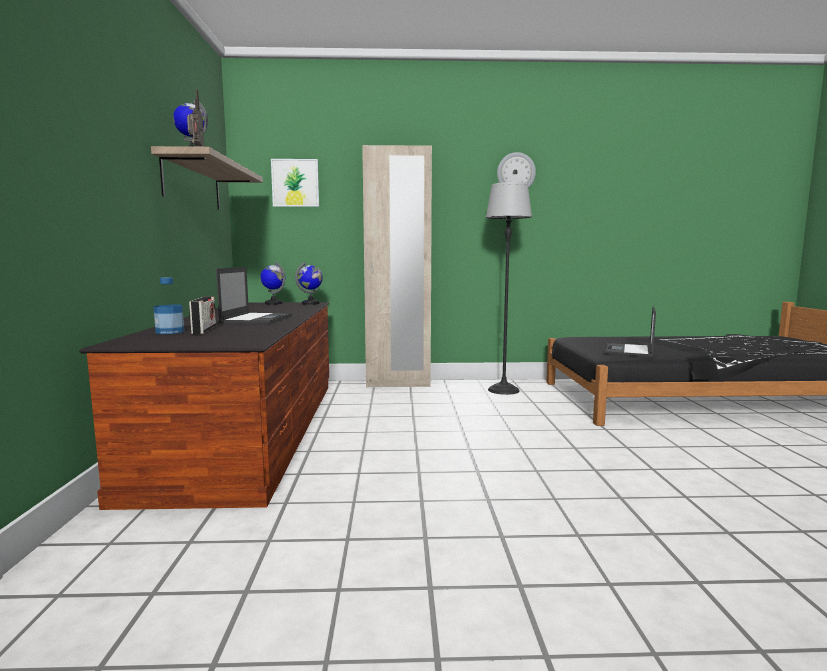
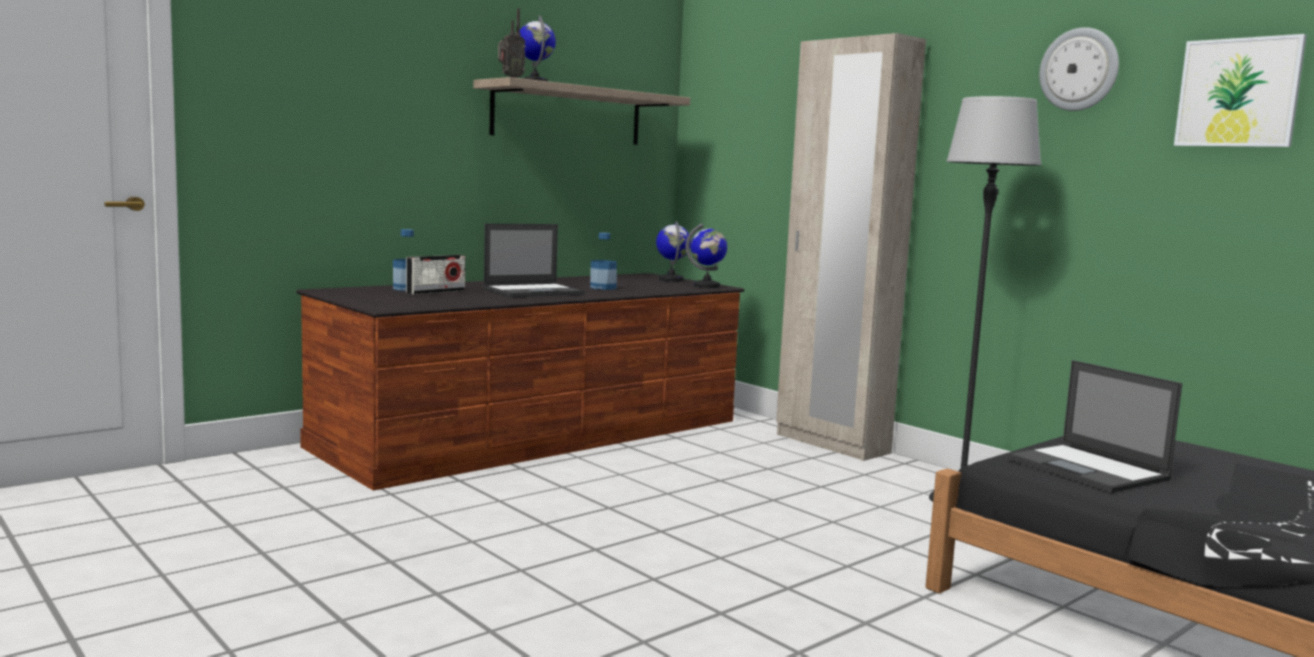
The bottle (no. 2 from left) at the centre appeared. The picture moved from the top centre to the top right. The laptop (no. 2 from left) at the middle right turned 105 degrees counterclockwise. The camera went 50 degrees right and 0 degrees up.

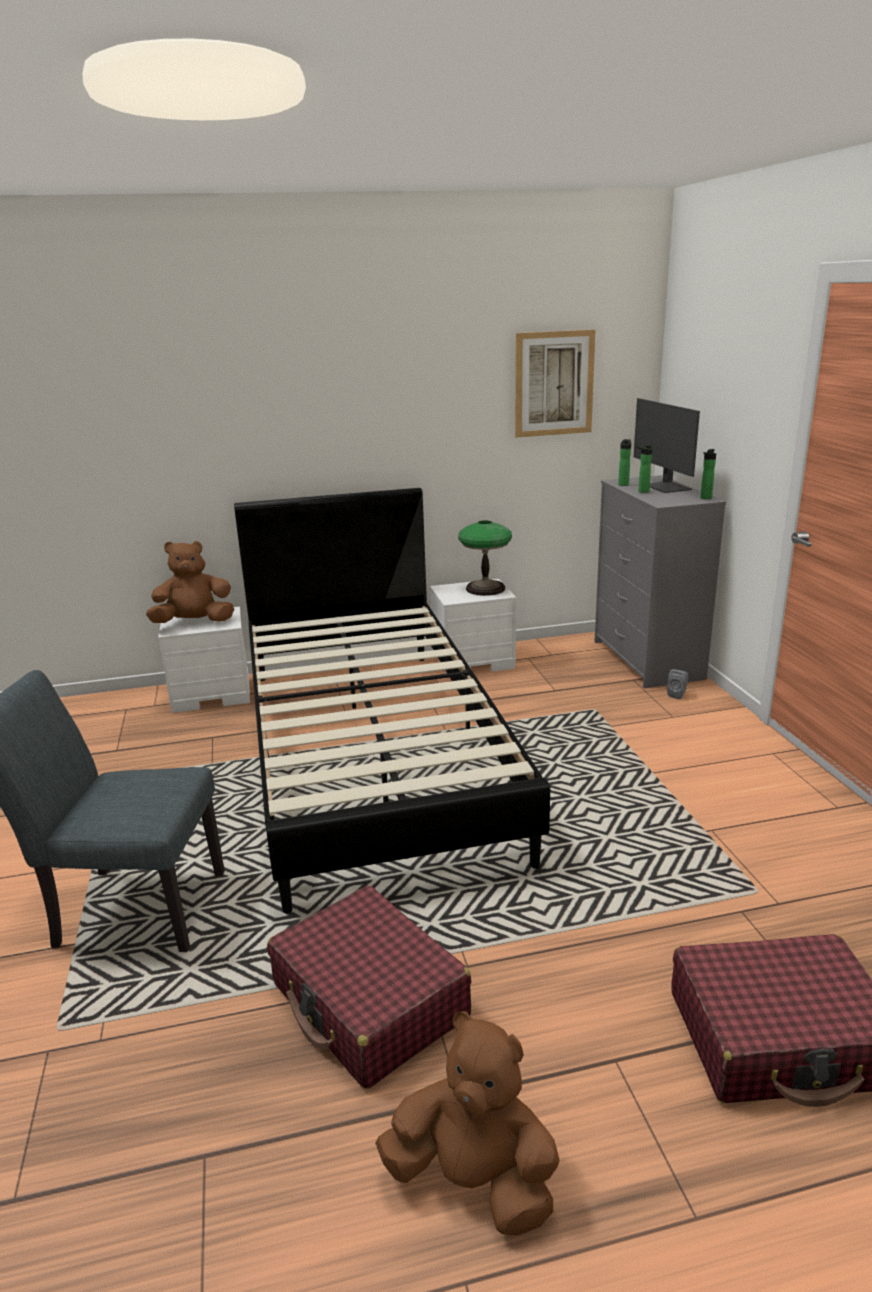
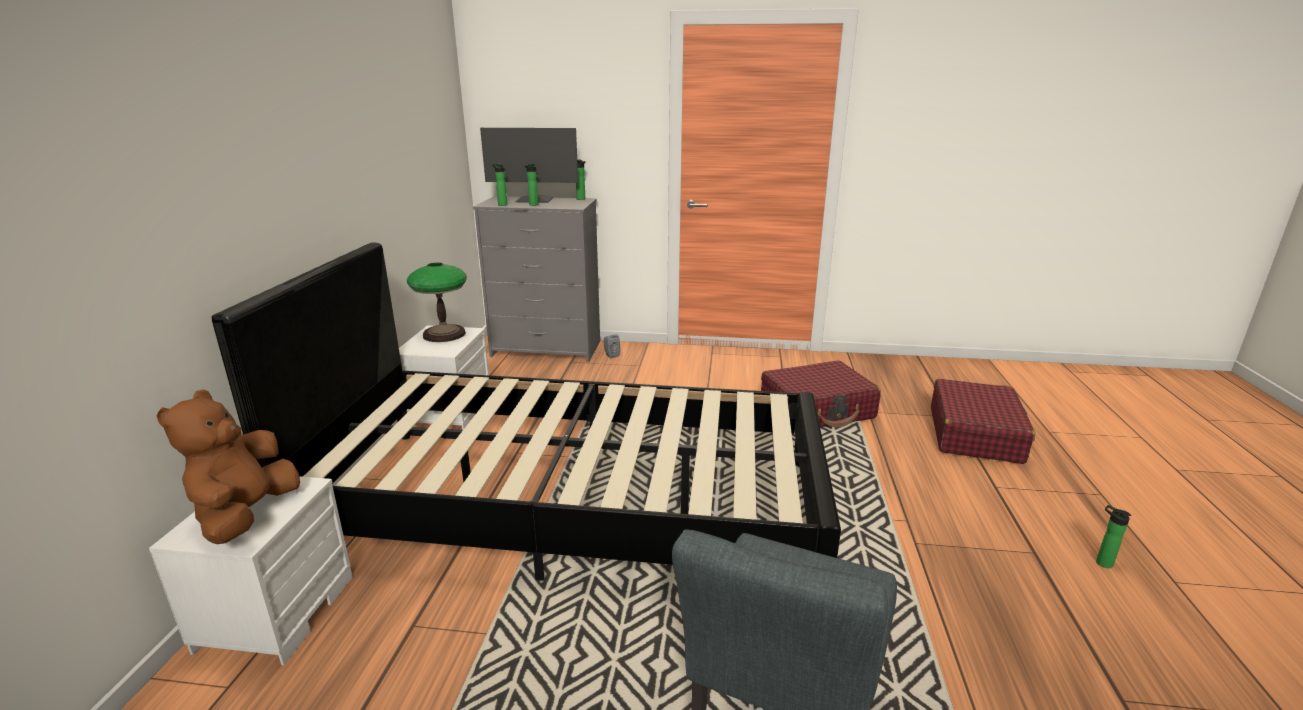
The picture at the top centre disappeared. The suitcase in red (no. 1 from left) moved from the bottom centre to the centre. The plush toy in brown (no. 2 from left) at the bottom centre was replaced by the bottle (no. 4 from left) at the bottom right. The camera went 70 degrees left and 0 degrees up.

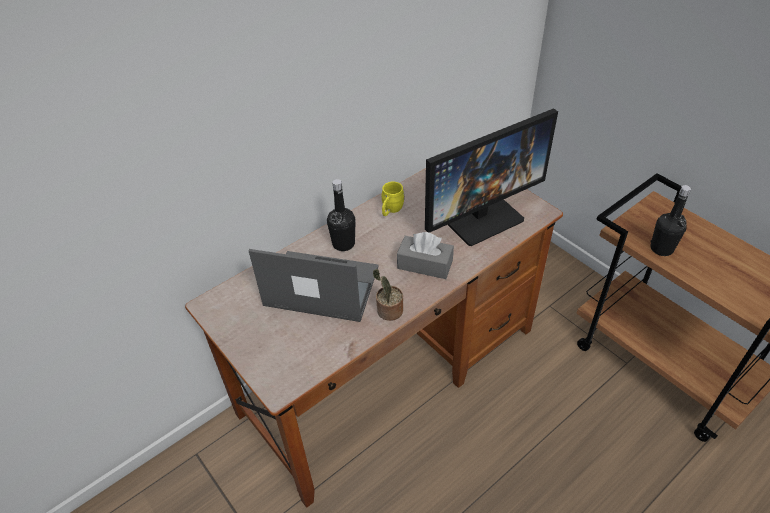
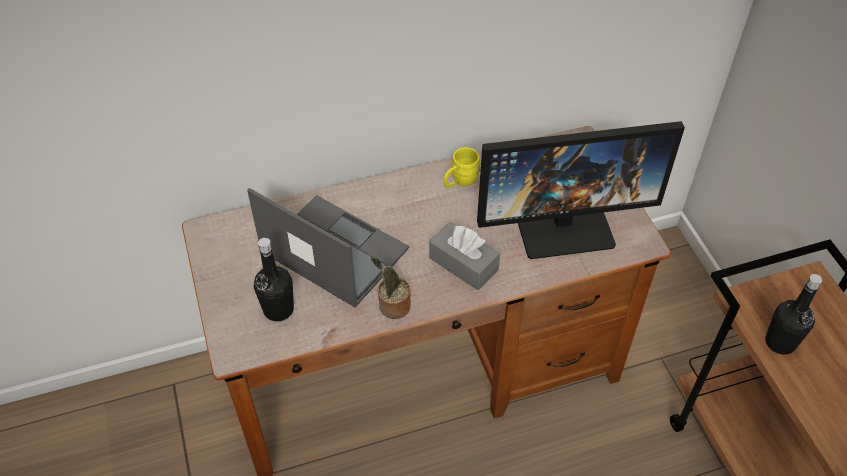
The bottle in black (no. 1 from left) moved from the centre to the middle left. The camera went 20 degrees right and 5 degrees up.

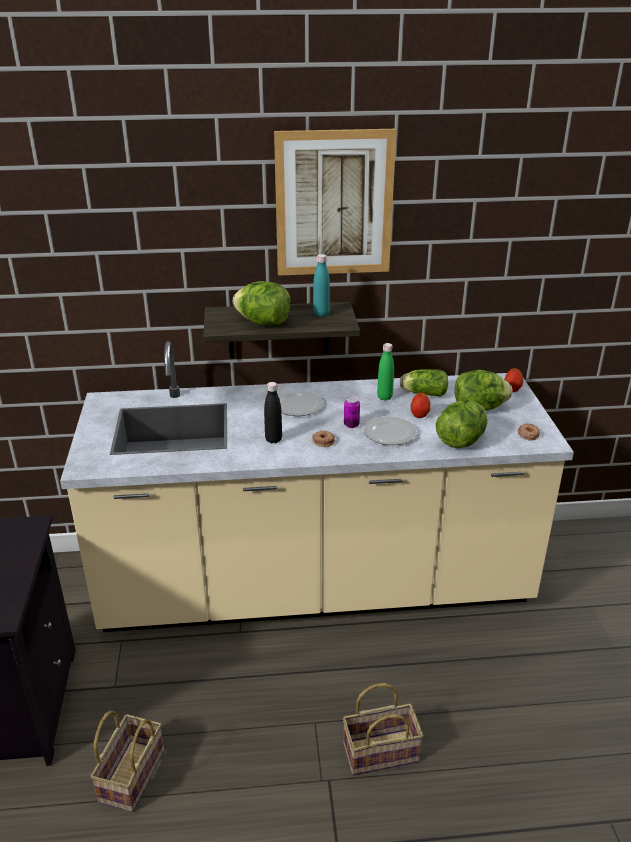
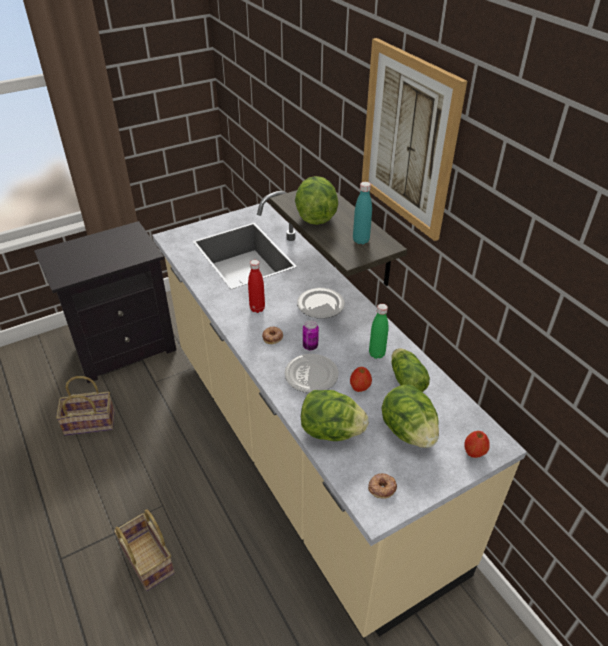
The bottle in black at the centre became the bottle in red at the centre. The camera went 65 degrees right and 10 degrees up.

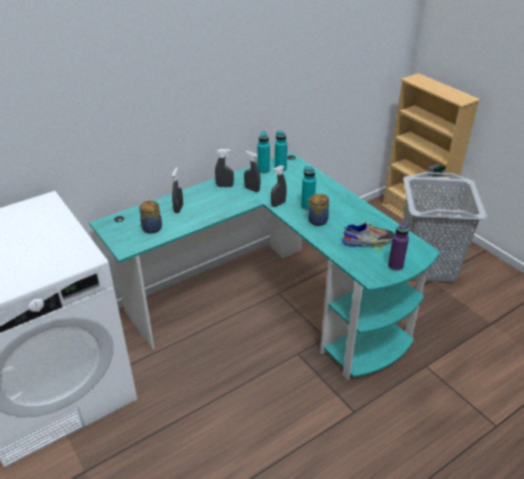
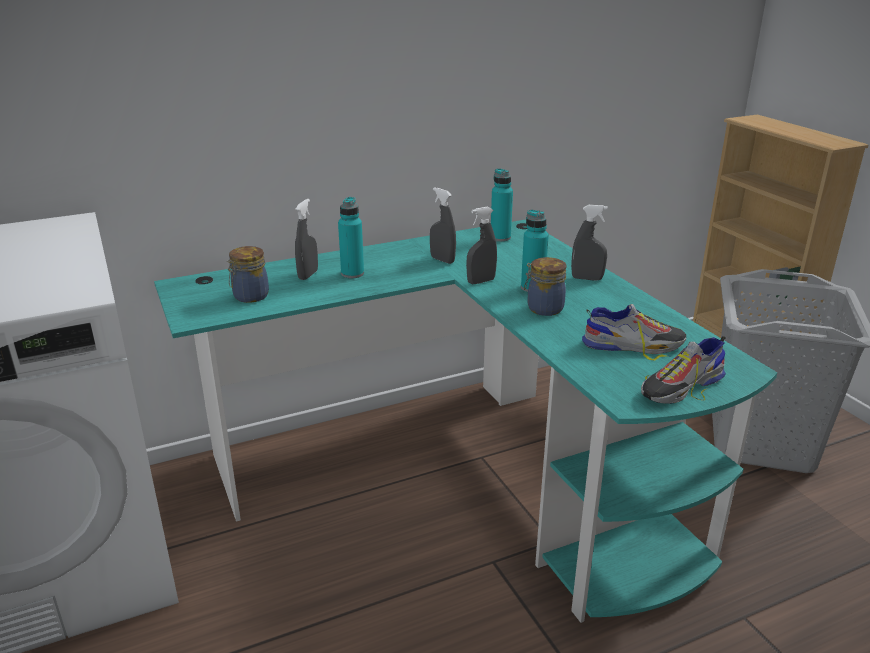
The spray bottle in grey (no. 2 from left in the first image) moved from the centre to the middle right. The bottle in turquoise (no. 1 from left) moved from the top centre to the centre. The bottle in purple at the middle right was replaced by the shoe (no. 2 from left) at the middle right. The camera went 10 degrees right and 10 degrees down.

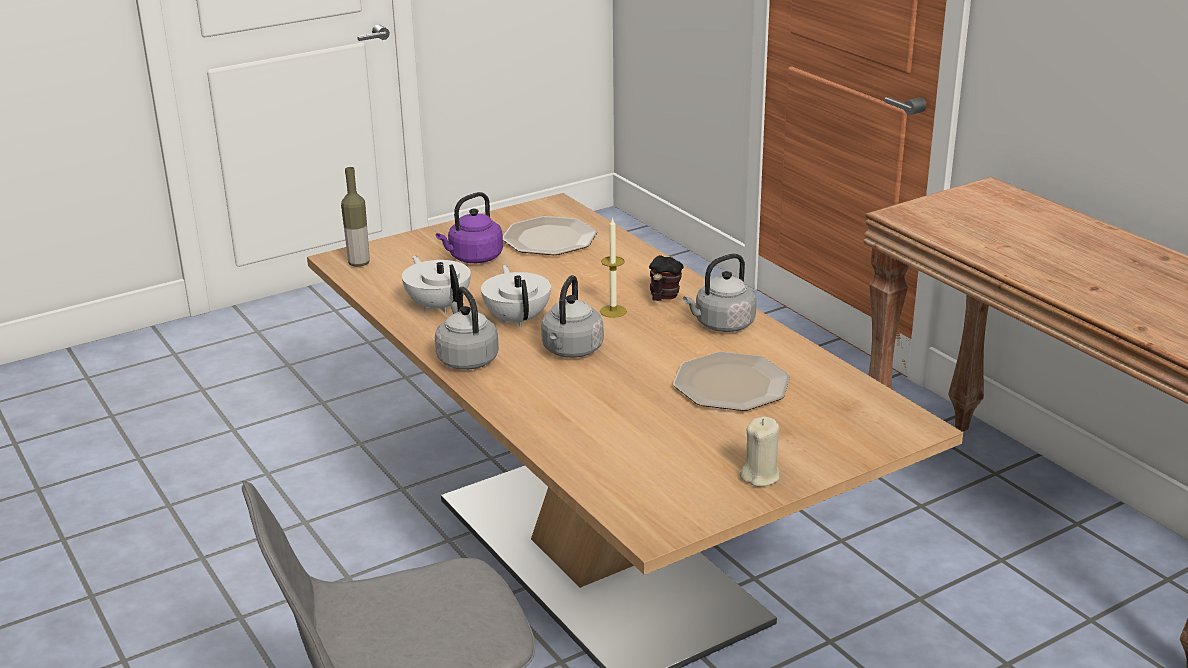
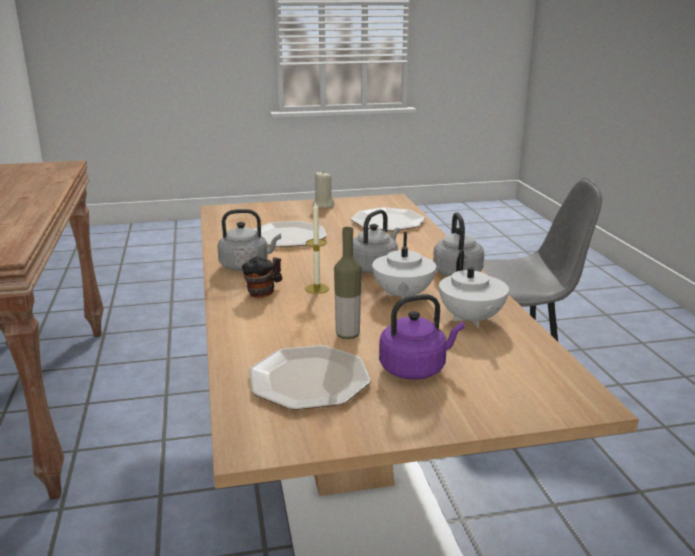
The plate (no. 3 from left) at the centre appeared. The bottle moved from the top left to the centre. The camera went 160 degrees left and 5 degrees down.

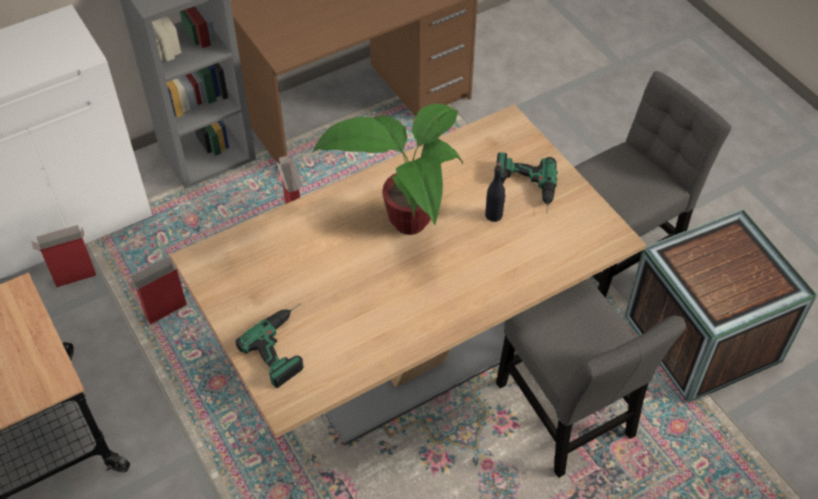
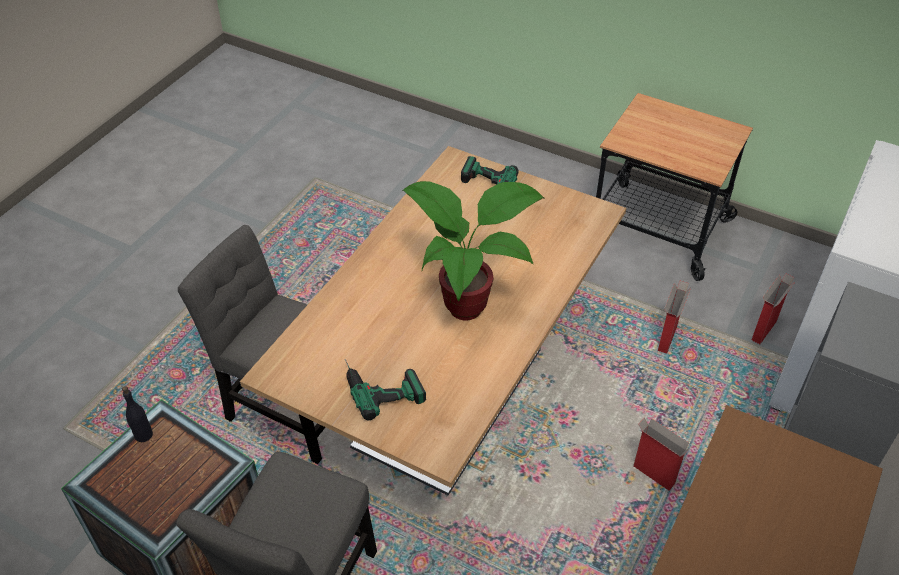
The bottle in black moved from the centre to the bottom left. The camera went 150 degrees right and 5 degrees down.

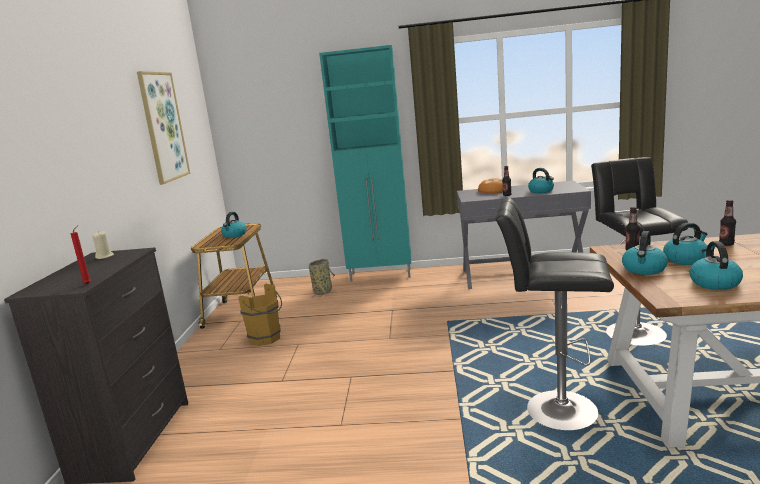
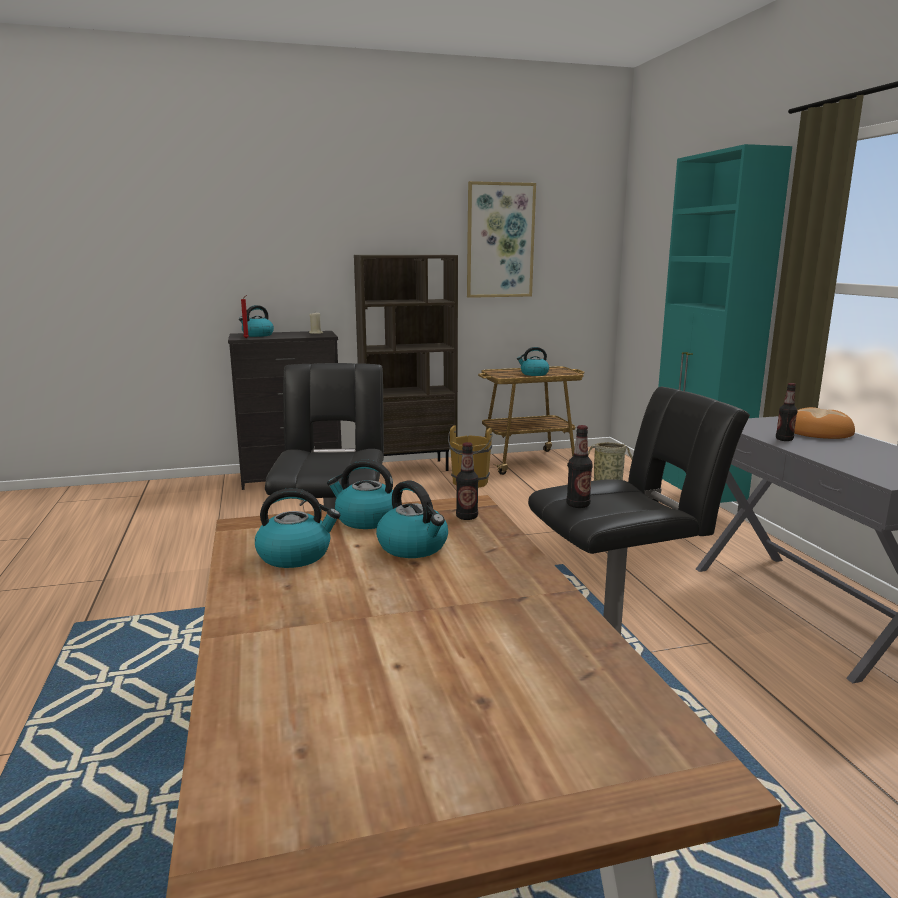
The bookcase in brown at the centre appeared. The kettle (no. 2 from left in the first image) moved from the middle right to the middle left. The bottle (no. 3 from left in the first image) moved from the middle right to the centre. The camera went 70 degrees right and 0 degrees up.

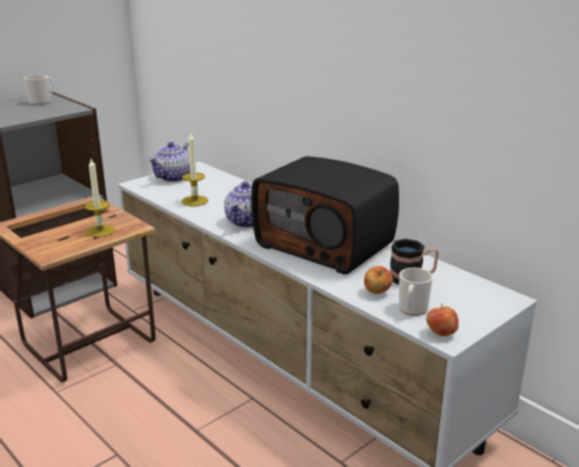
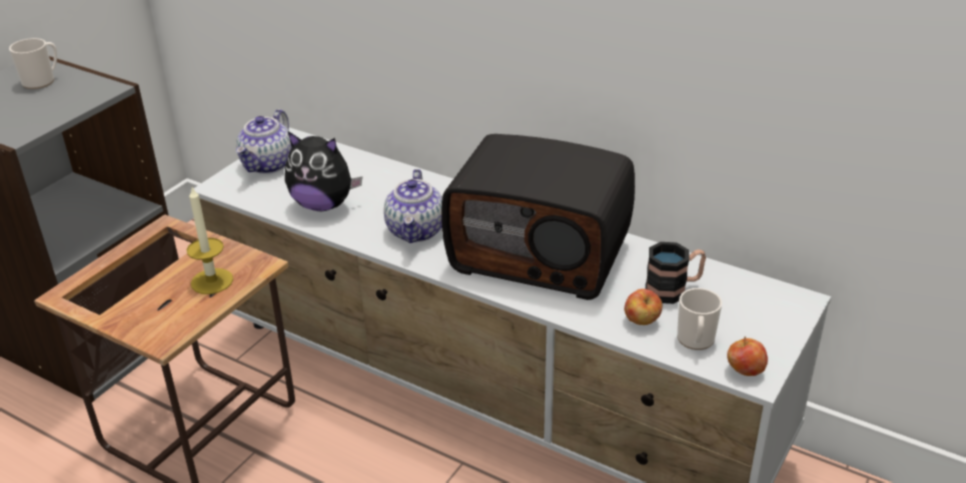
The candle (no. 2 from left) at the centre was replaced by the plush toy at the centre. The camera went 15 degrees left and 10 degrees up.

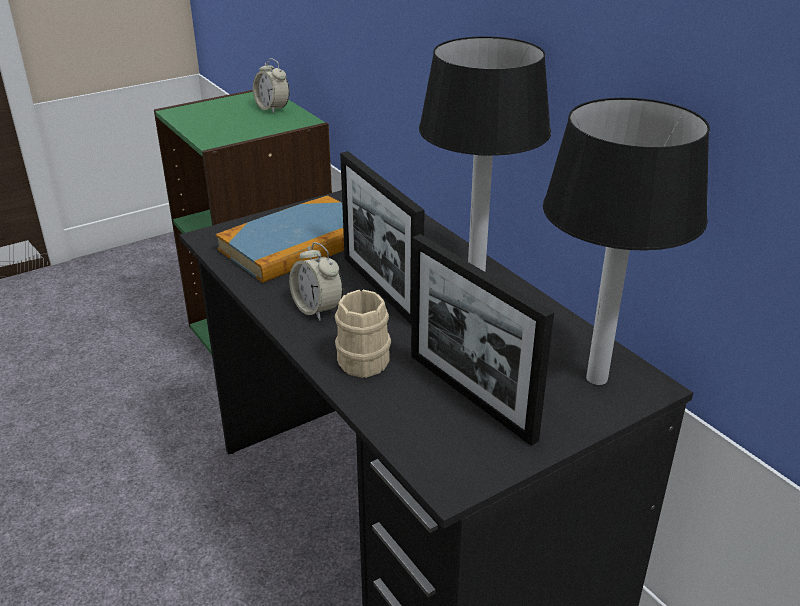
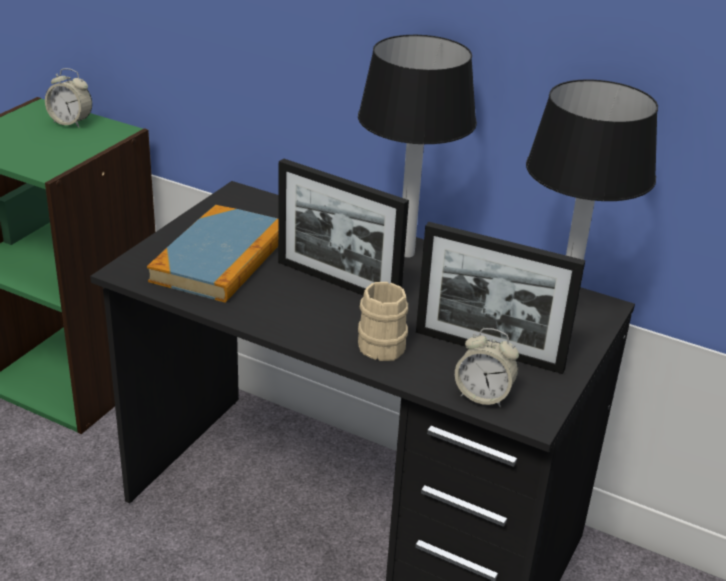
The alarm clock (no. 2 from left) moved from the centre to the middle right. The camera went 30 degrees left and 0 degrees up.

